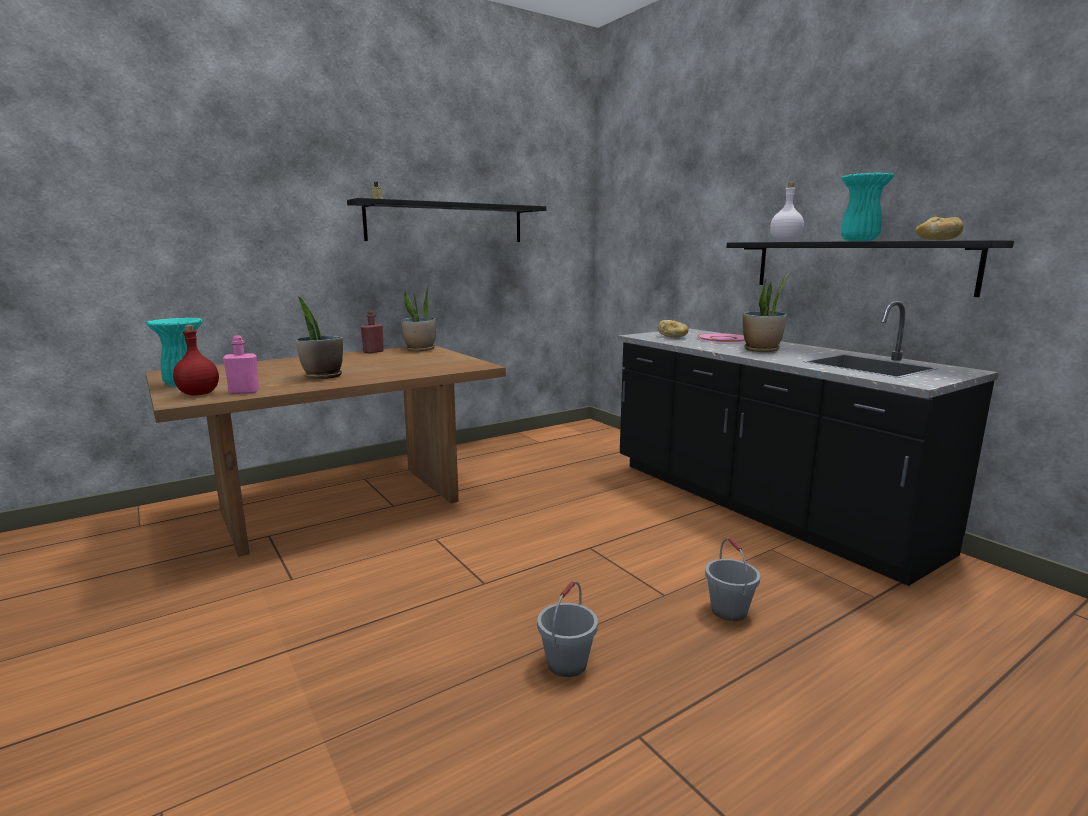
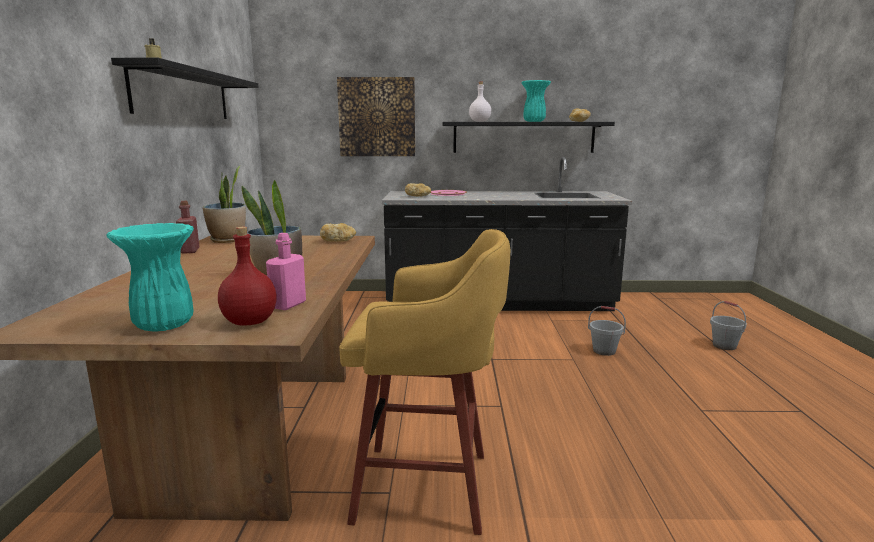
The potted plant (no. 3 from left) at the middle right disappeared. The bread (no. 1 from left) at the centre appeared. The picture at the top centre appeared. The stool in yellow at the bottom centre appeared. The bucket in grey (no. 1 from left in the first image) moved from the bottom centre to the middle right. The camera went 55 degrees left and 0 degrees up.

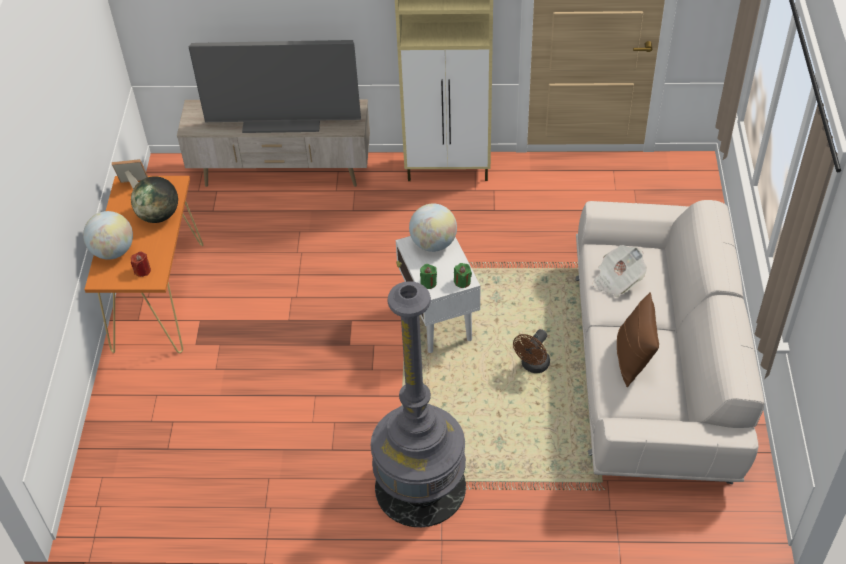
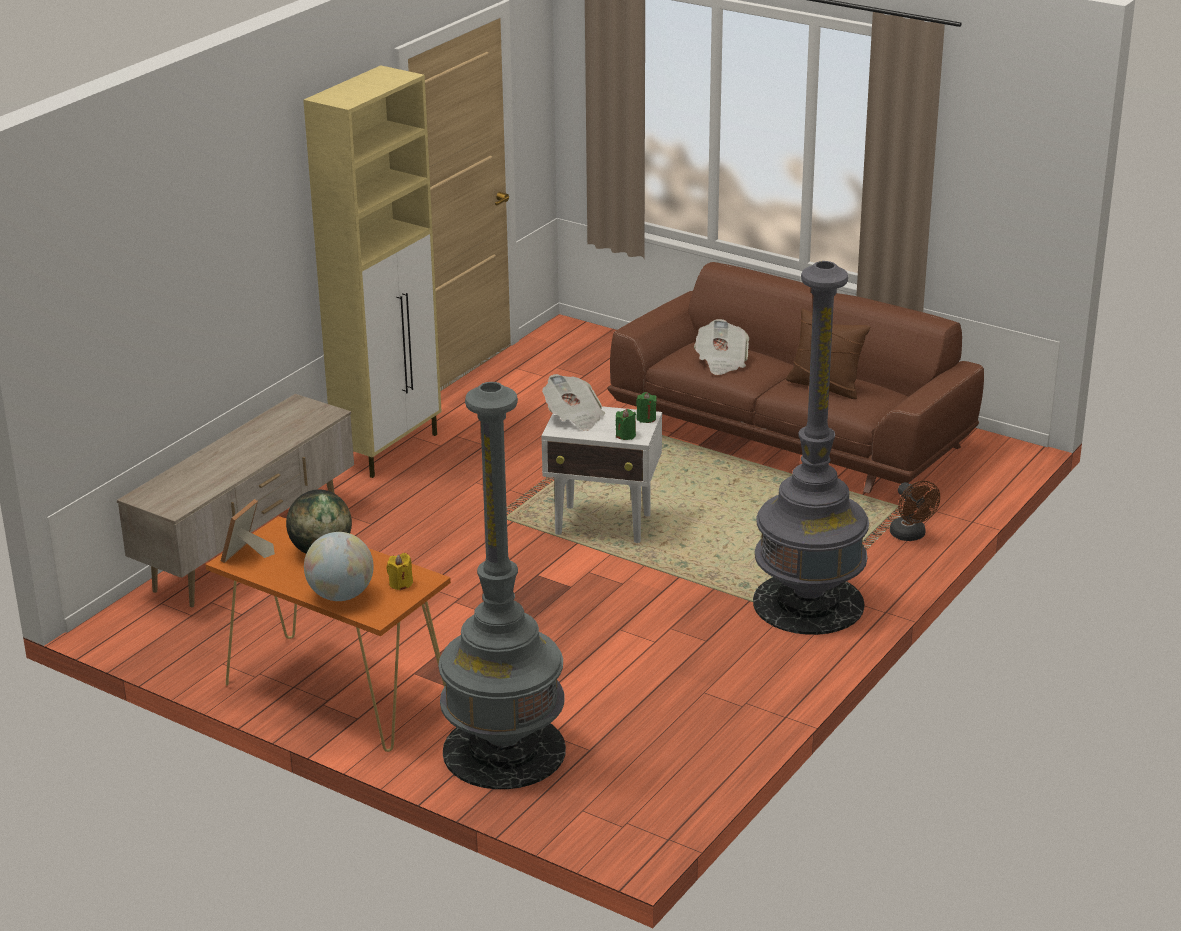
The television at the top left disappeared. The floor lamp in grey (no. 1 from left) at the centre appeared. The fan in brown moved from the centre to the middle right. The globe (no. 3 from left) at the centre was replaced by the newspaper (no. 1 from left) at the centre. The candle in red at the middle left became the candle in yellow at the centre. The sofa in white at the middle right became the sofa in brown at the middle right. The camera went 60 degrees left and 20 degrees down.

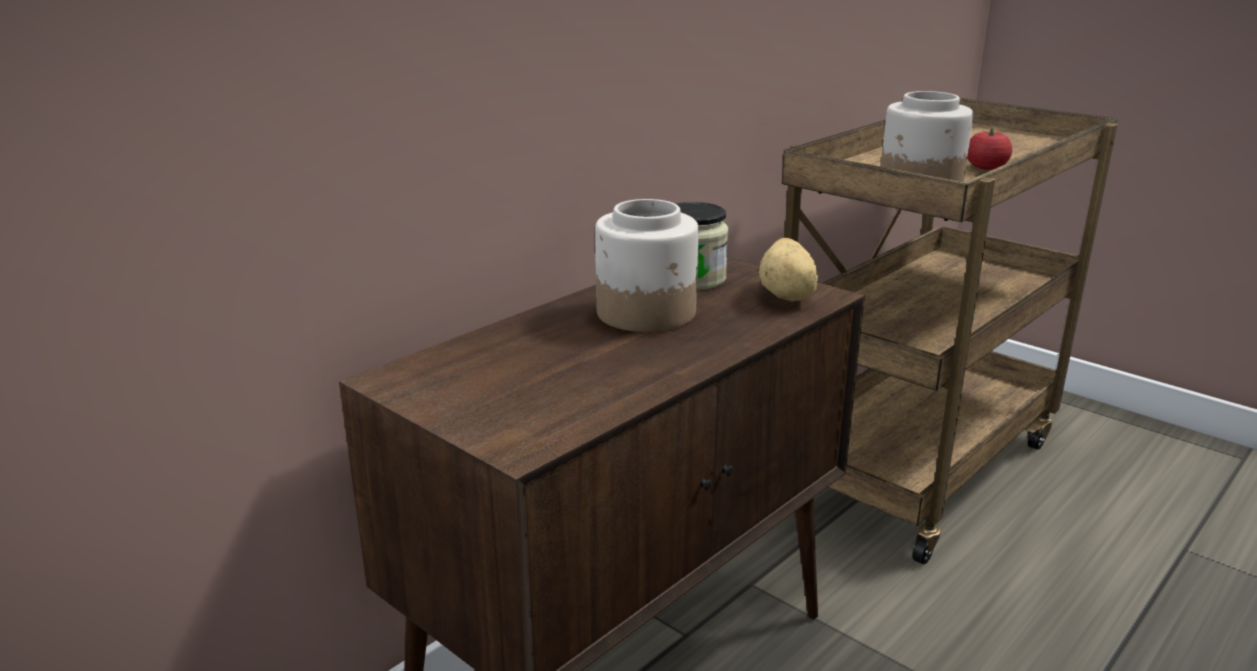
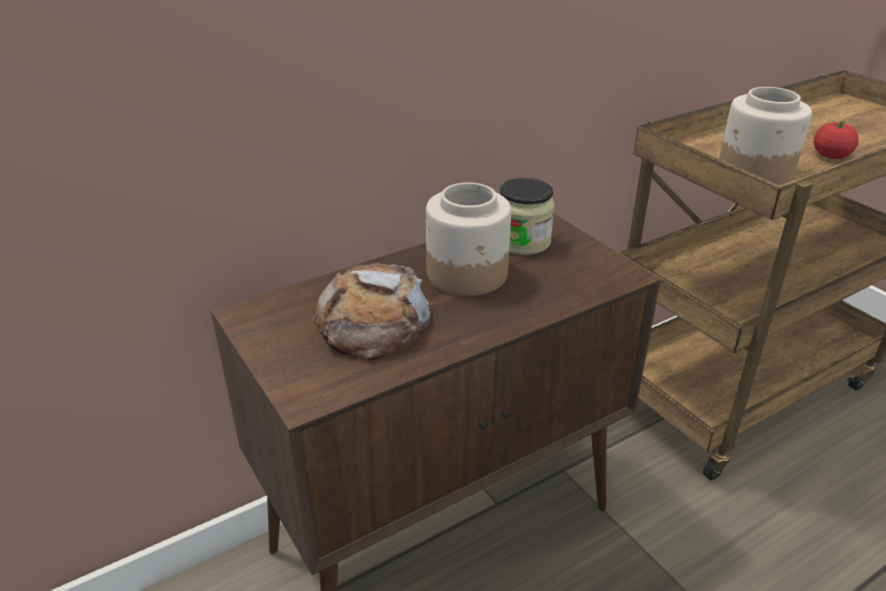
The potato at the centre disappeared. The bread at the centre appeared. The camera went 15 degrees right and 10 degrees up.

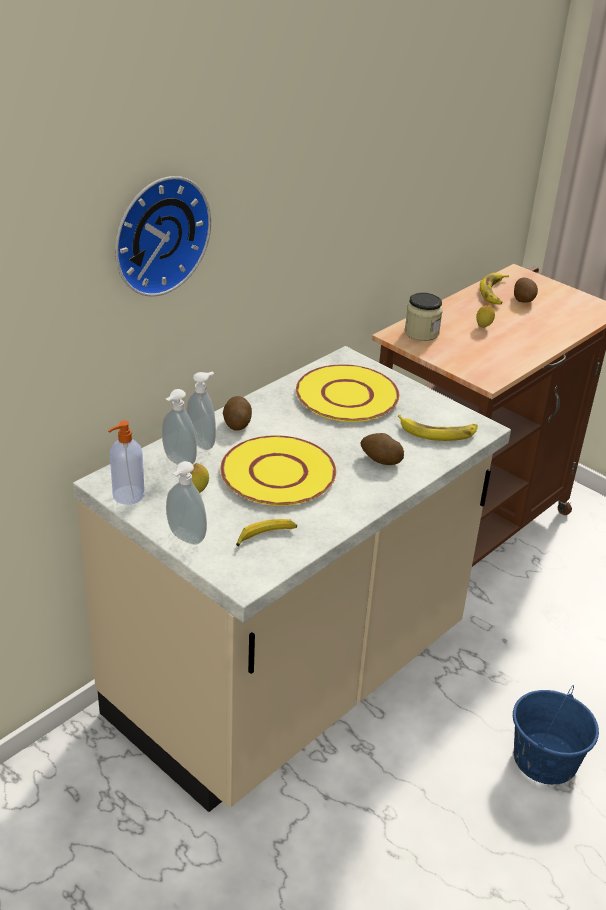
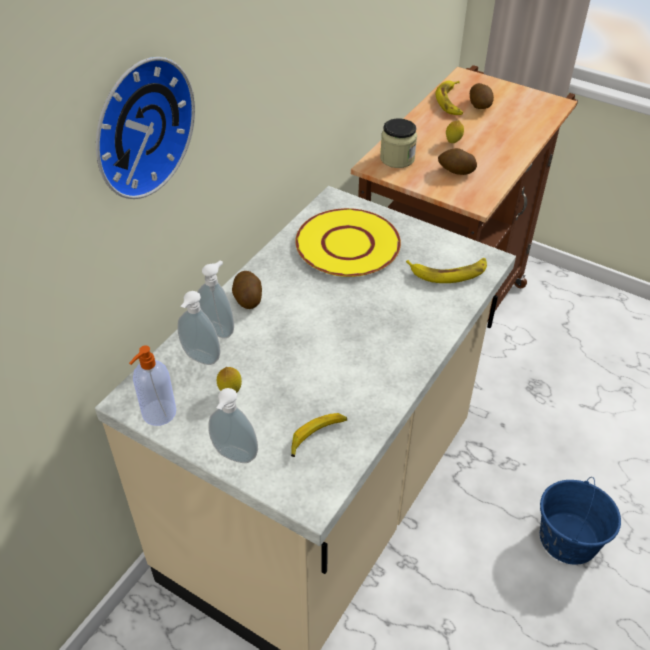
The plate in yellow (no. 1 from left) at the centre disappeared. The potato (no. 2 from left) moved from the centre to the top right. The camera went 10 degrees left and 10 degrees up.

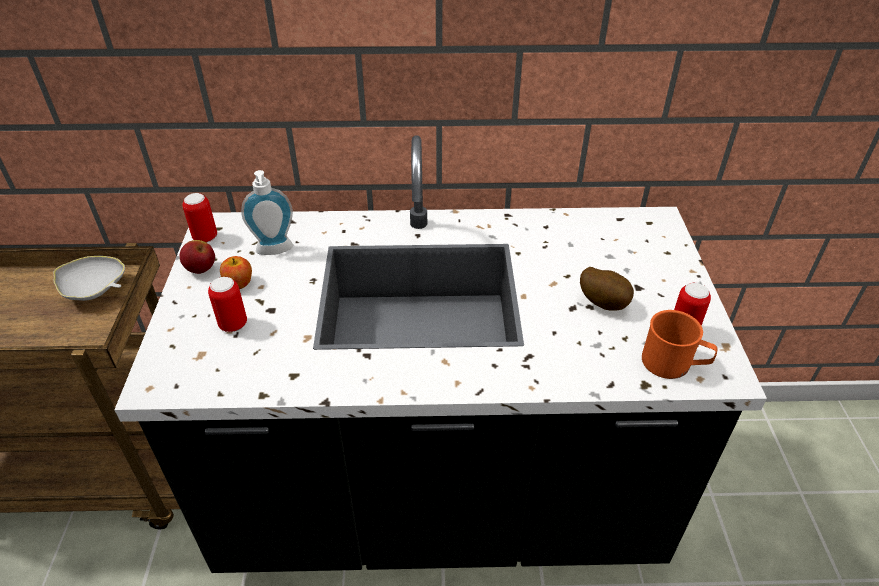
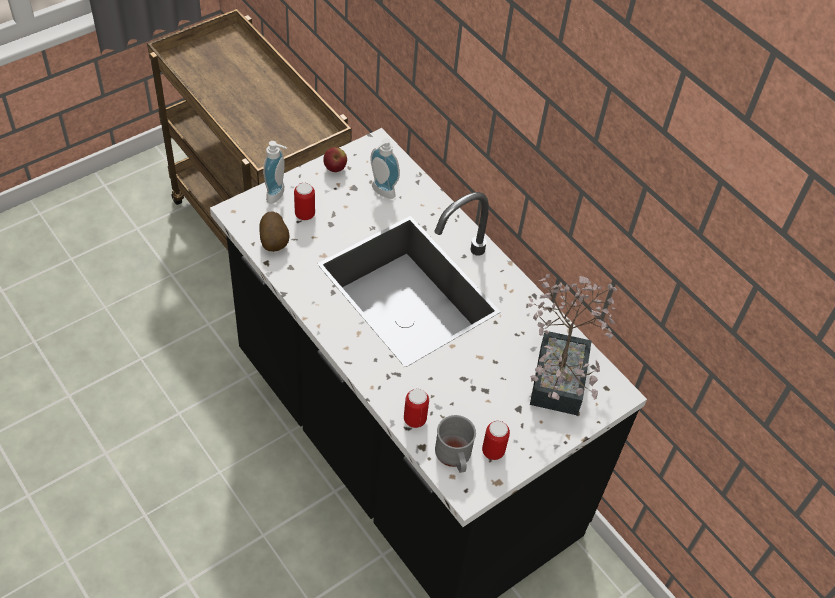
The bowl in white at the middle left disappeared. The apple (no. 2 from left) at the middle left disappeared. The soap dispenser (no. 1 from left) at the top left appeared. The potted plant at the middle right appeared. The can (no. 1 from left in the first image) moved from the middle left to the bottom centre. The potato moved from the middle right to the middle left. The mug in orange at the middle right became the mug in grey at the bottom centre. The camera went 50 degrees right and 10 degrees up.

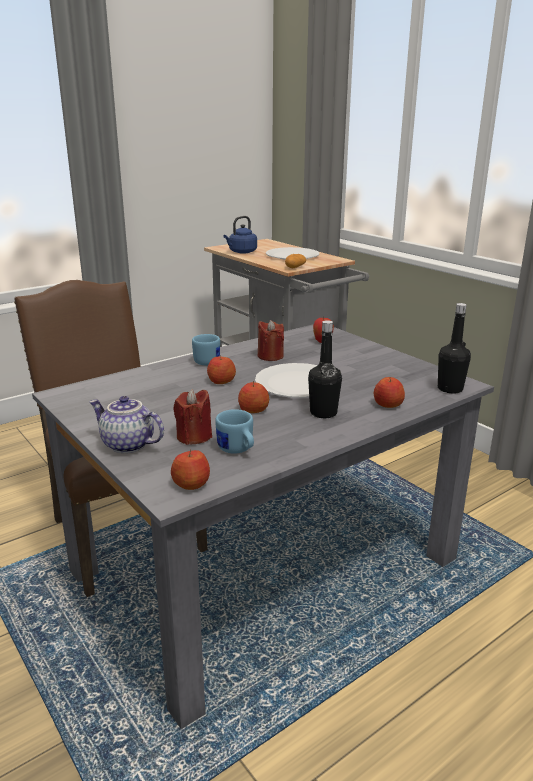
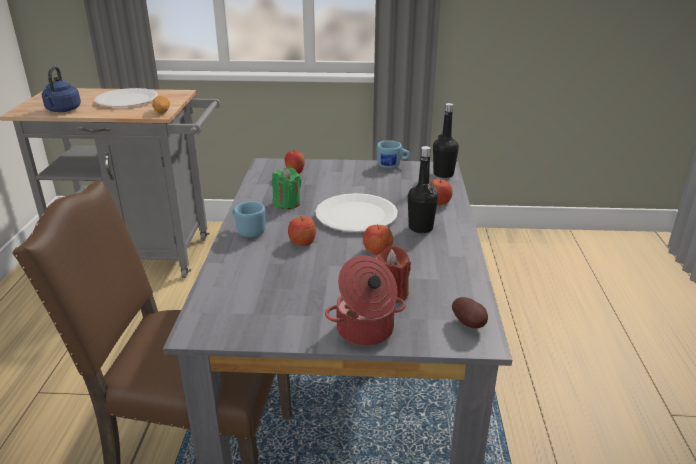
The mug in blue (no. 2 from left) moved from the centre to the top centre. The teapot at the middle left was replaced by the cooking pot at the centre. The apple (no. 1 from left) at the centre was replaced by the potato (no. 2 from left) at the bottom right. The candle in red (no. 2 from left) at the centre became the candle in green at the centre. The camera went 50 degrees left and 5 degrees up.

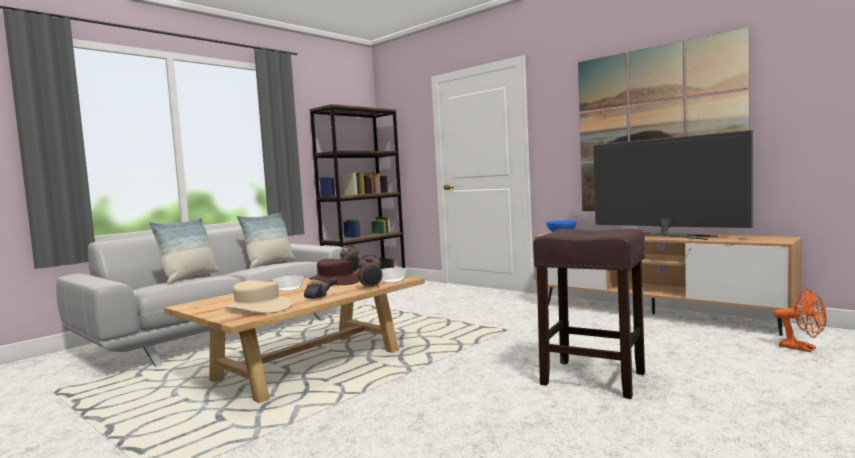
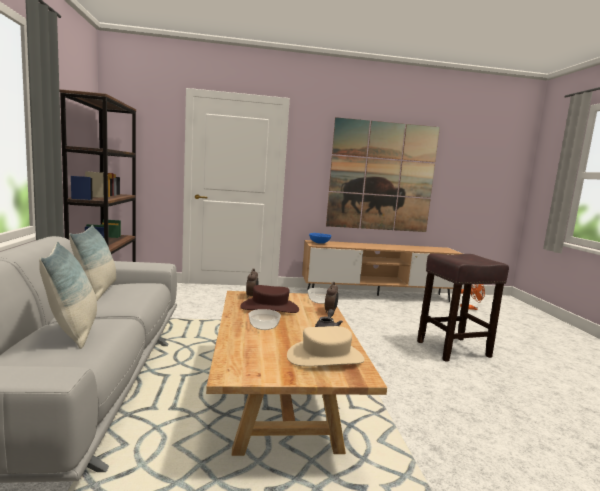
The television at the middle right disappeared. The camera went 50 degrees left and 5 degrees up.

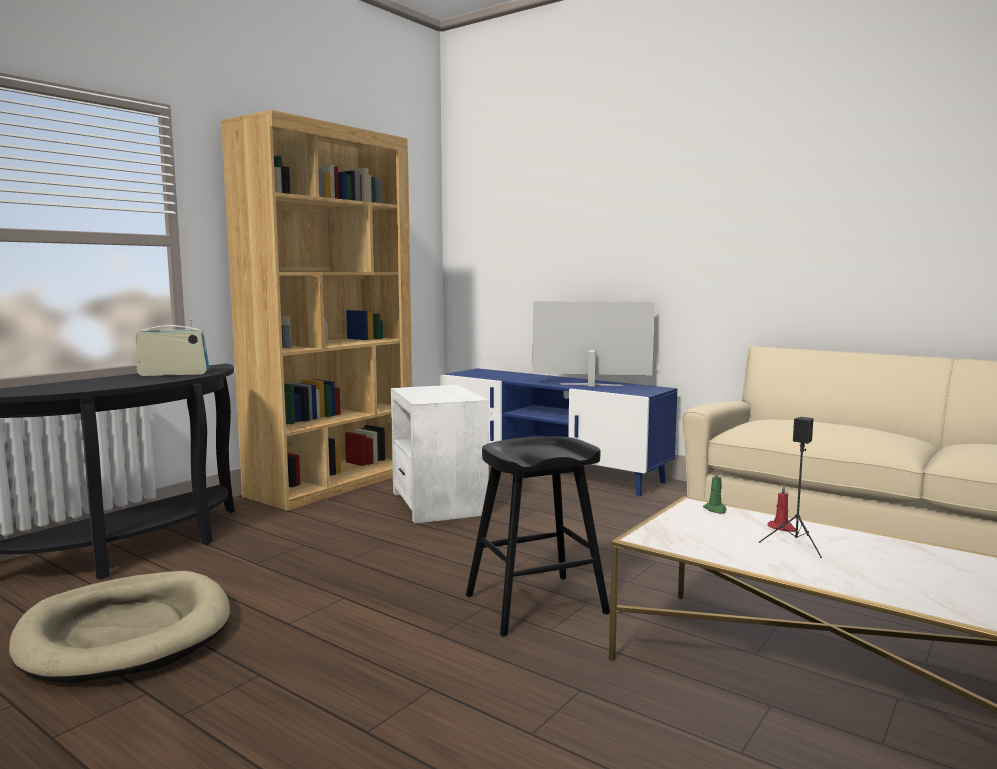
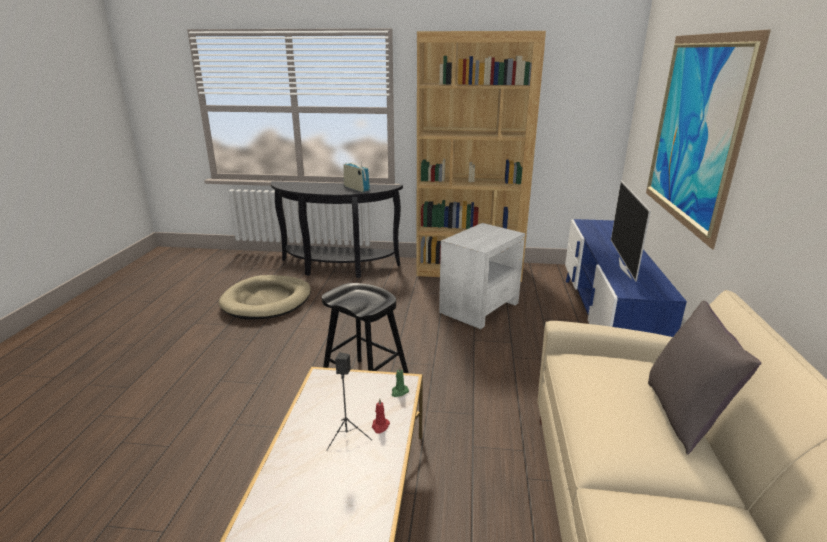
The picture at the top right appeared. The pillow in grey at the bottom right appeared. The television at the centre turned 150 degrees counterclockwise. The camera went 60 degrees right and 15 degrees up.

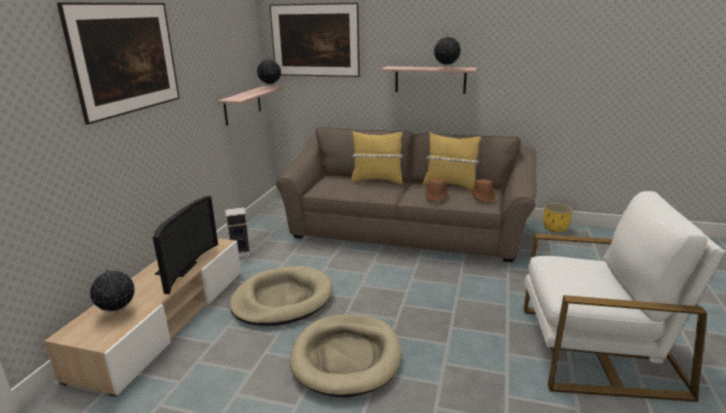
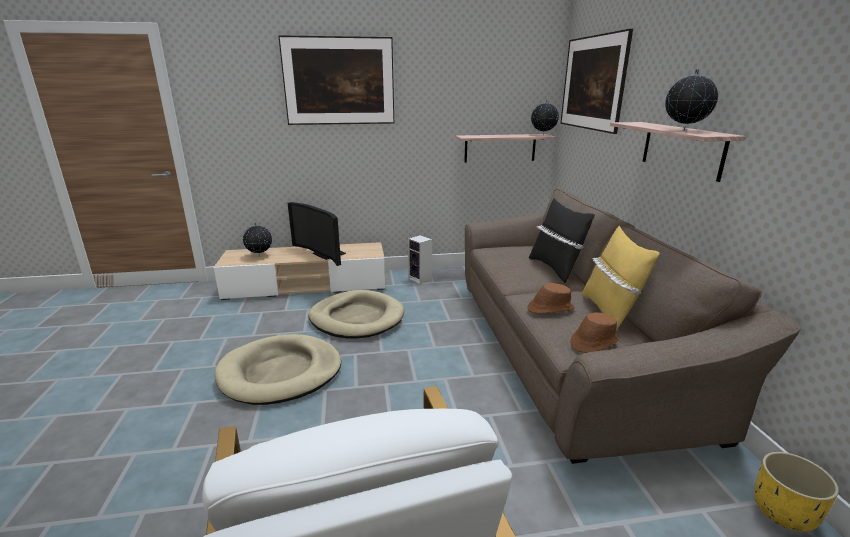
The pillow in yellow (no. 1 from left) at the centre became the pillow in black at the centre. The television at the middle left turned 60 degrees clockwise. The camera went 65 degrees right and 0 degrees up.

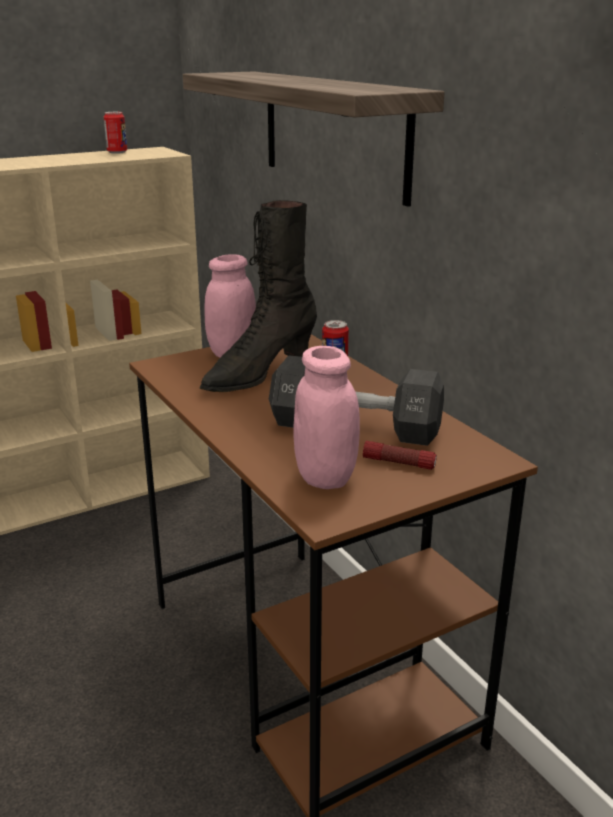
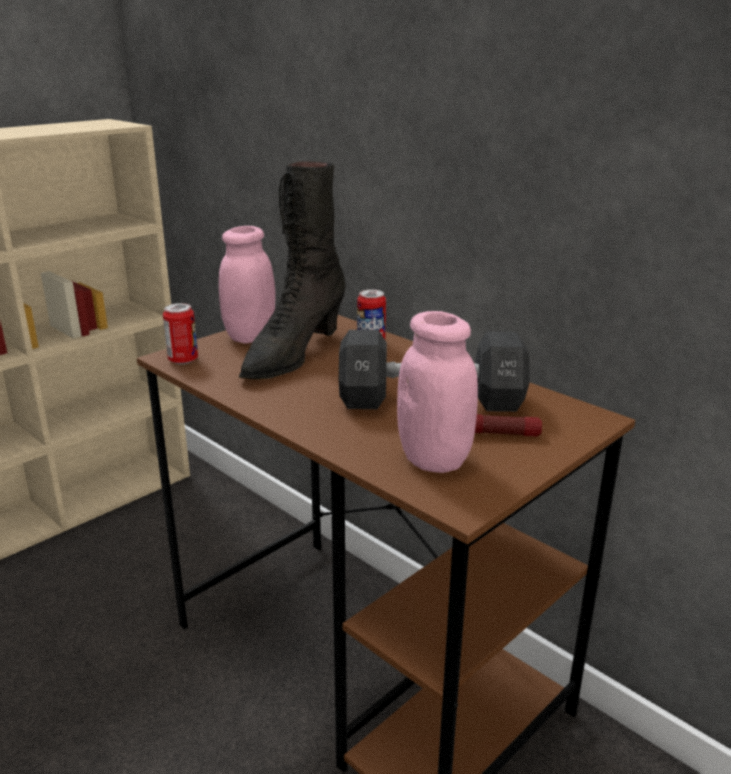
The shelf at the top centre disappeared. The can (no. 1 from left) moved from the top left to the middle left. The camera went 15 degrees left and 0 degrees up.

